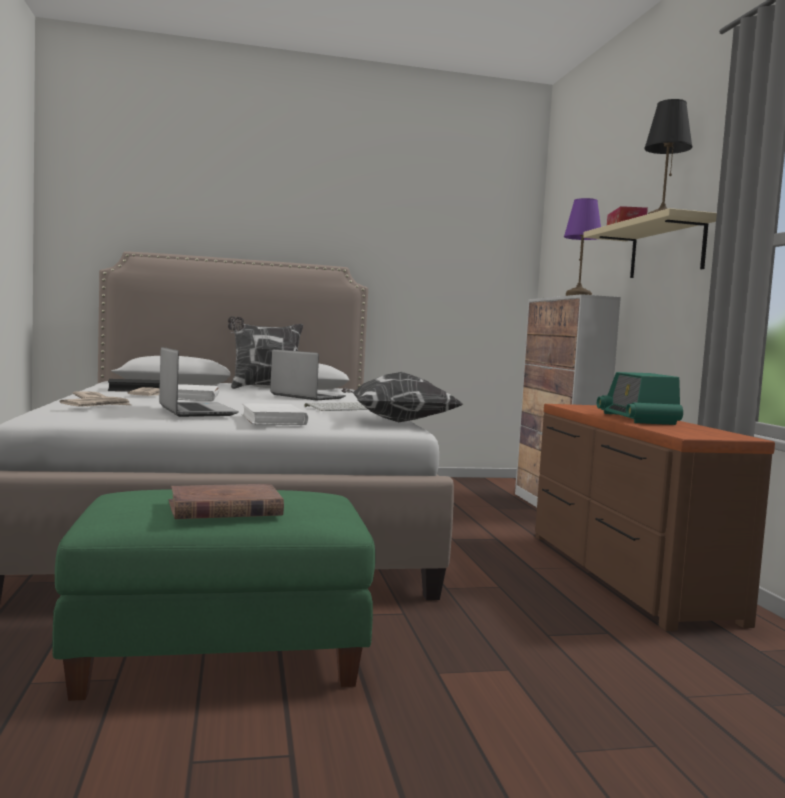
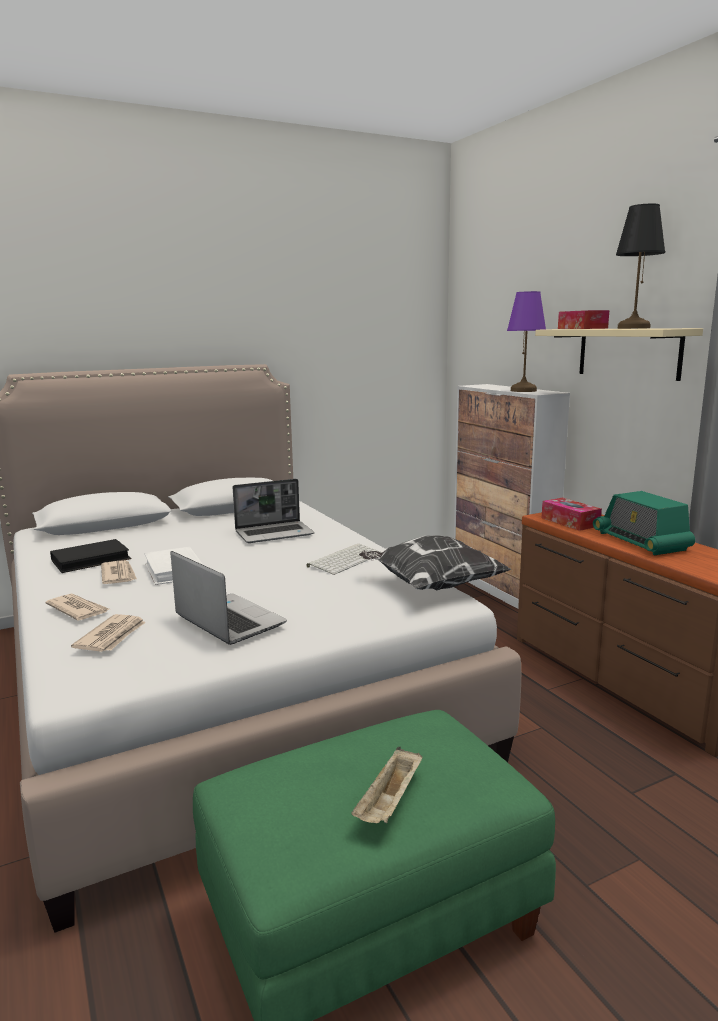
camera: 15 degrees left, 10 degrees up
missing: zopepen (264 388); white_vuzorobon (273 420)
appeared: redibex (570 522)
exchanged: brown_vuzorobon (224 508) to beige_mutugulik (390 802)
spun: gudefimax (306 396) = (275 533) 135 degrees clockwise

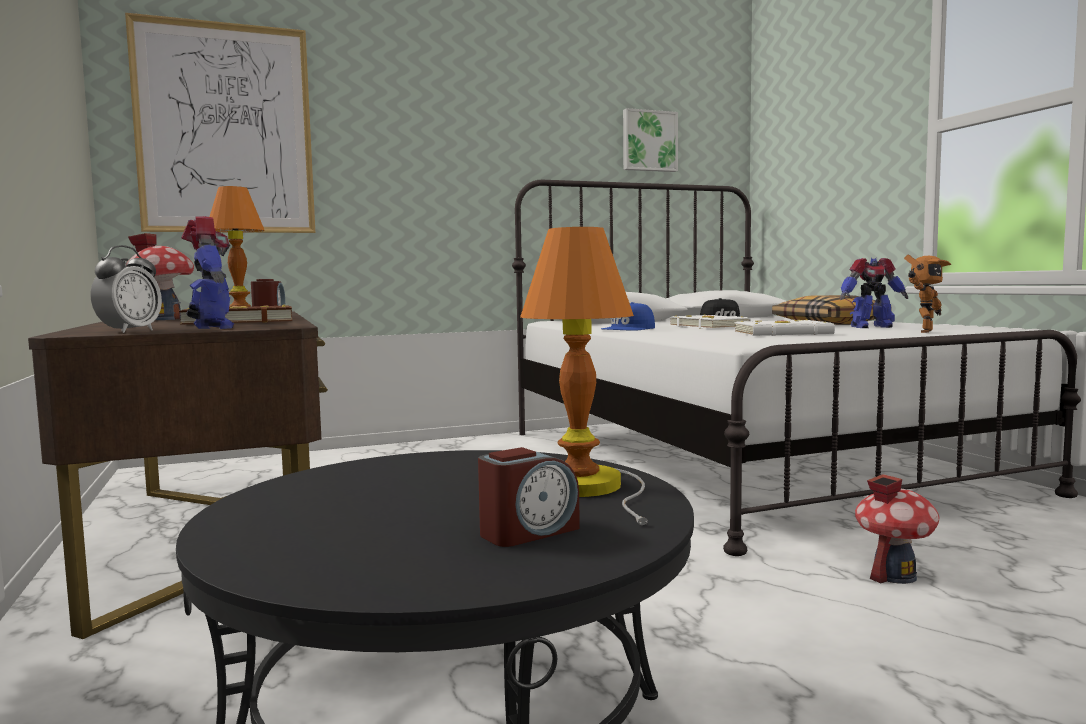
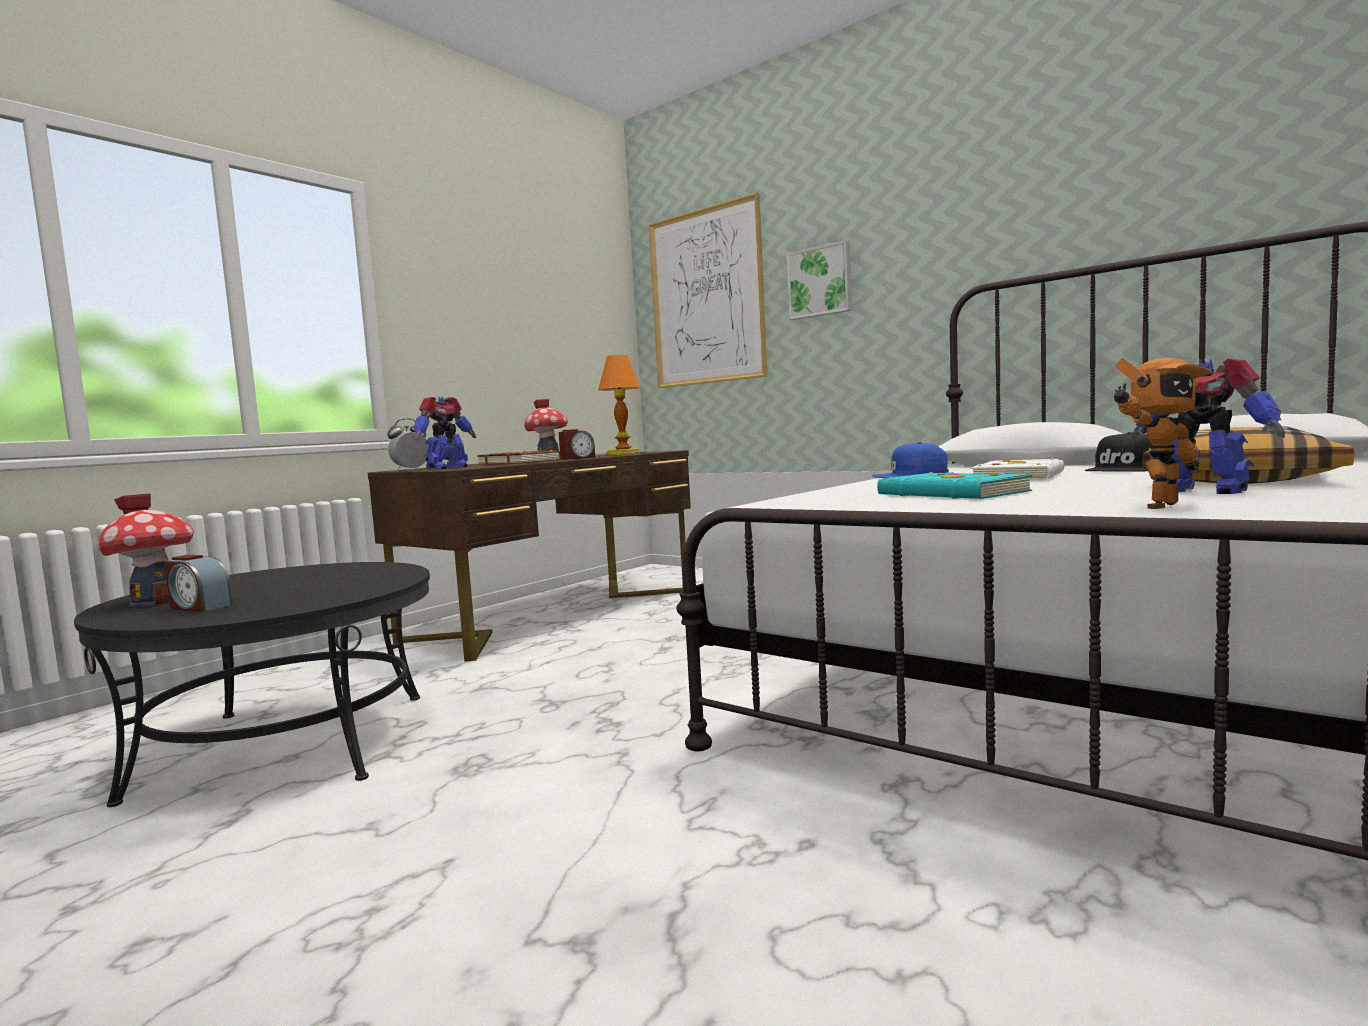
camera: 60 degrees right, 0 degrees up
missing: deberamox (587 486)
relocated: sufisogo (649 141) to (820 282); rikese (894 575) to (155 601)
colour: white_vuzorobon (783 333) to turquoise_vuzorobon (951 493)
spun: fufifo (129 331) = (410 469) 150 degrees clockwise; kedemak (922 331) = (1154 506) 45 degrees counterclockwise

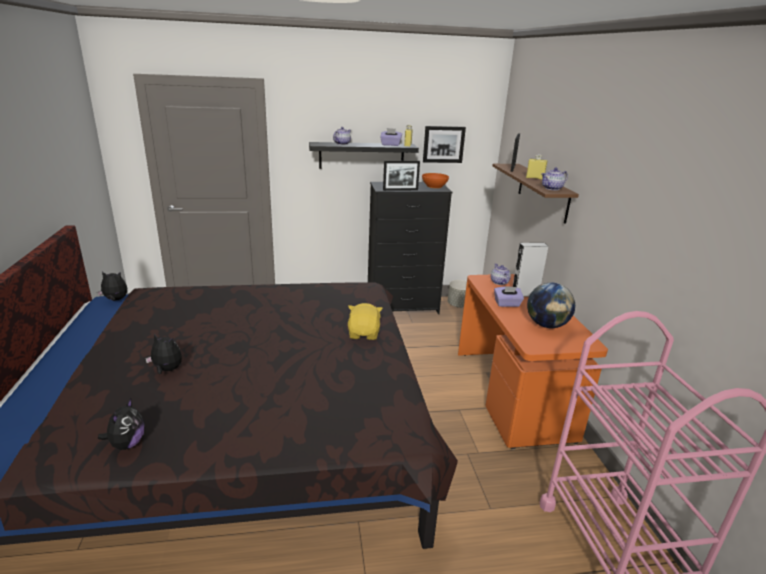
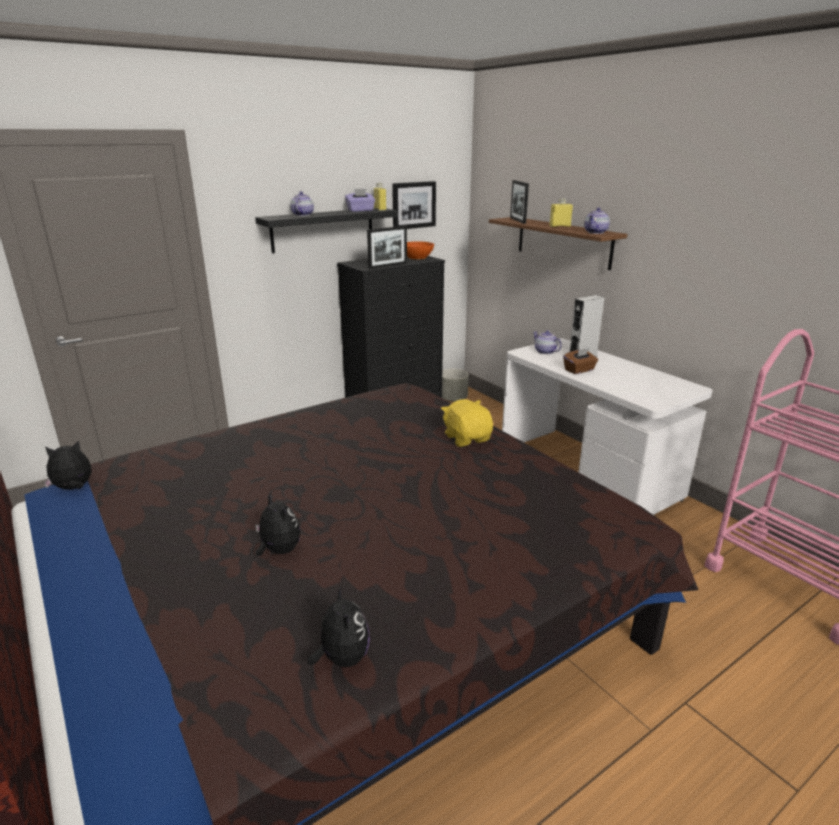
camera: 25 degrees left, 0 degrees up
missing: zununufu (546 325)
colour: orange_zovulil (513 394) to white_zovulil (588 473); purple_redibex (507 304) to brown_redibex (579 370)
spun: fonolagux (167 370) = (279 551) 60 degrees clockwise

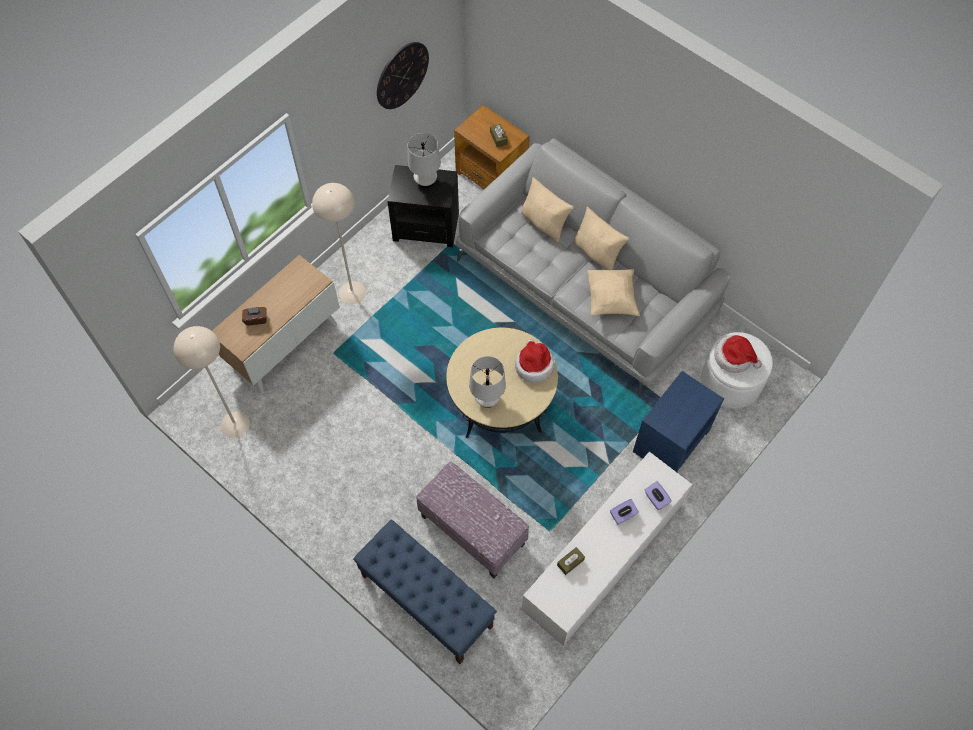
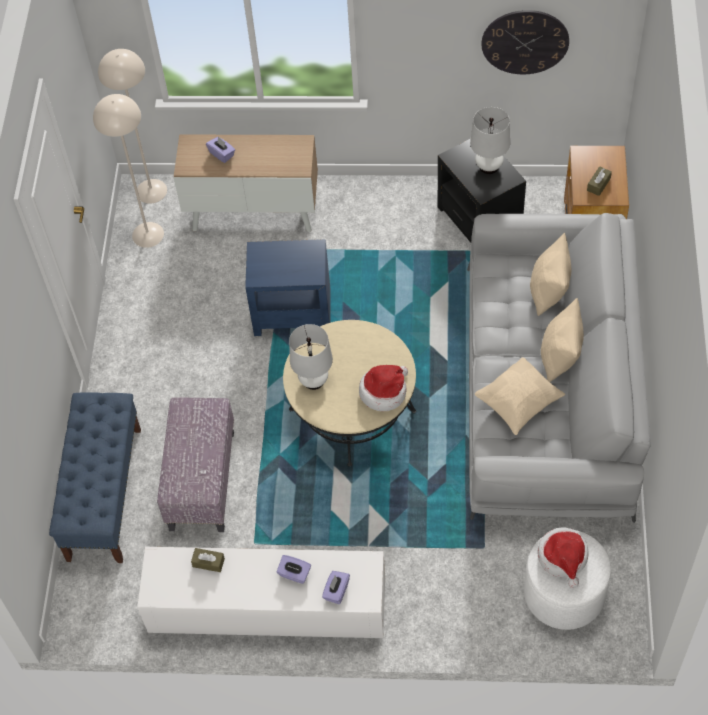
camera: 55 degrees right, 5 degrees down
relocated: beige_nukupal (352 292) to (151 190); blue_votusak (670 441) to (292 312)
colour: brown_redibex (256 319) to purple_redibex (222 154)

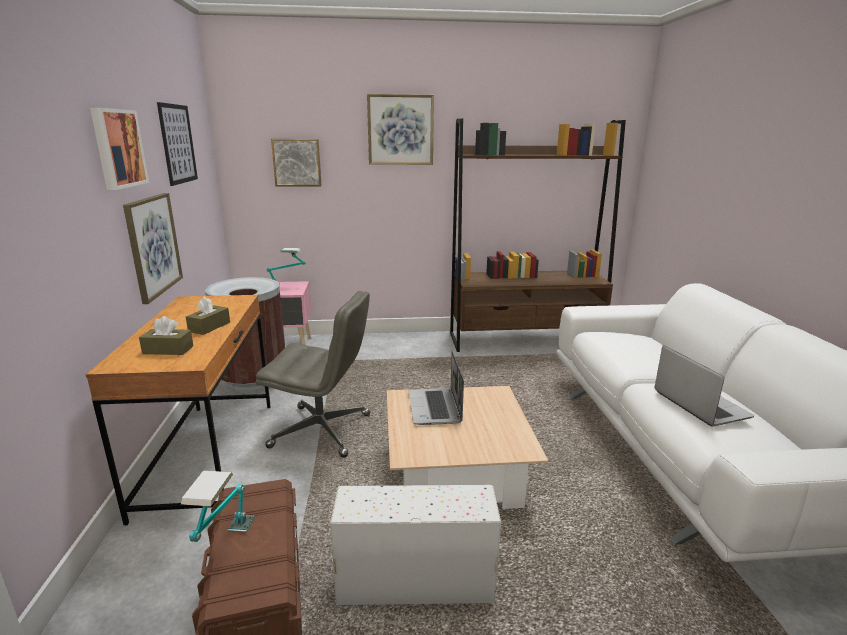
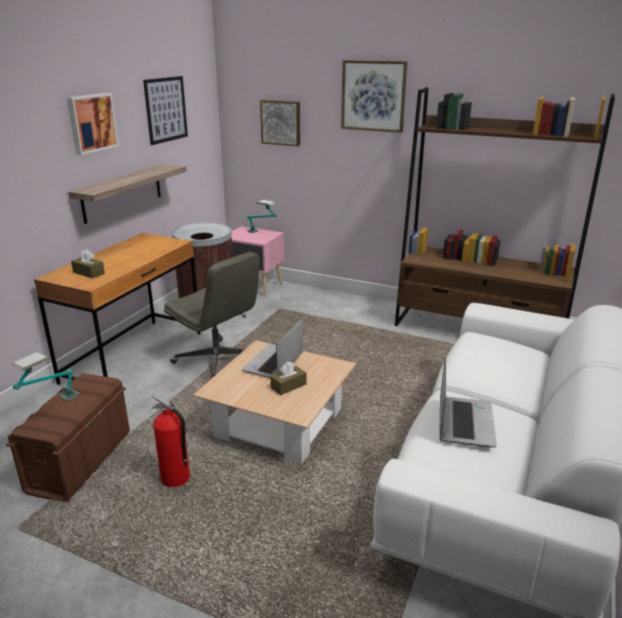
camera: 30 degrees right, 5 degrees up
relocated: brown_redibex (209 327) to (288 386)
exchanged: sufisogo (153 245) to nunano (122 192); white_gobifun (413 583) to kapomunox (175 479)

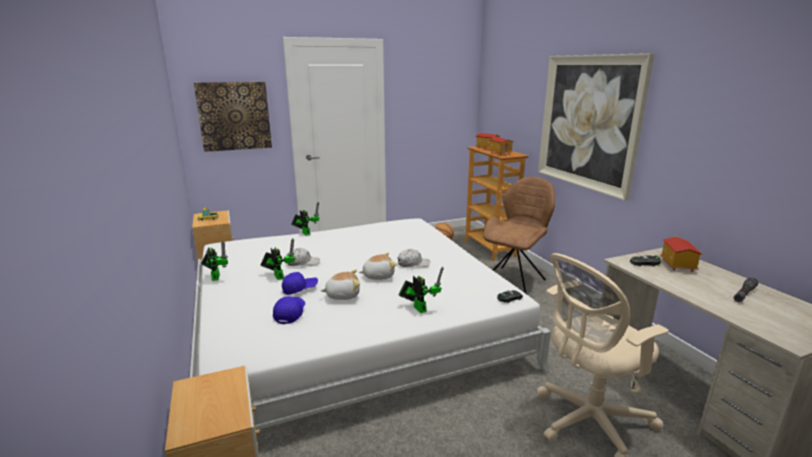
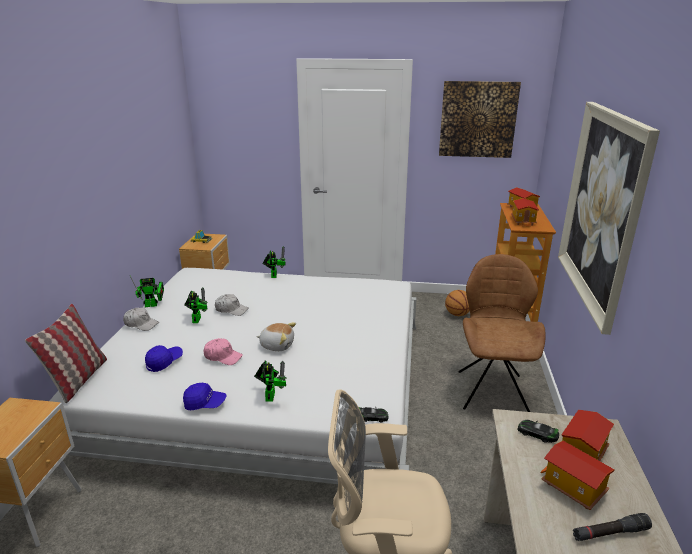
camera: 30 degrees right, 5 degrees up
appeared: zopepen (78 379); rikese (572 488)
relocated: sufisogo (234 116) to (478 119); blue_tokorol (300 289) to (205 404); white_tokorol (413 264) to (141 324)
exchanged: fonolagux (342 295) to pink_tokorol (223 357)
spun: kedemak (216 276) = (153 305) 60 degrees clockwise; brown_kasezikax (514 281) = (492 390) 60 degrees counterclockwise

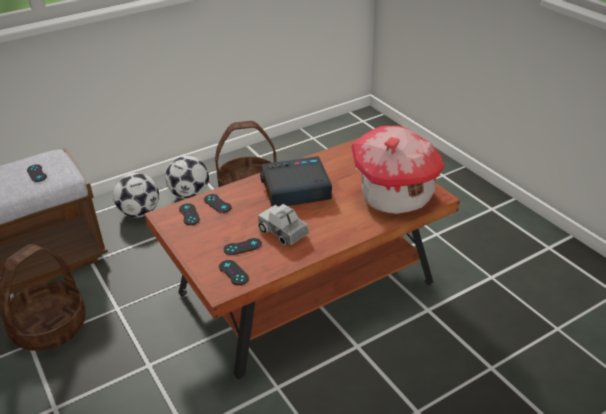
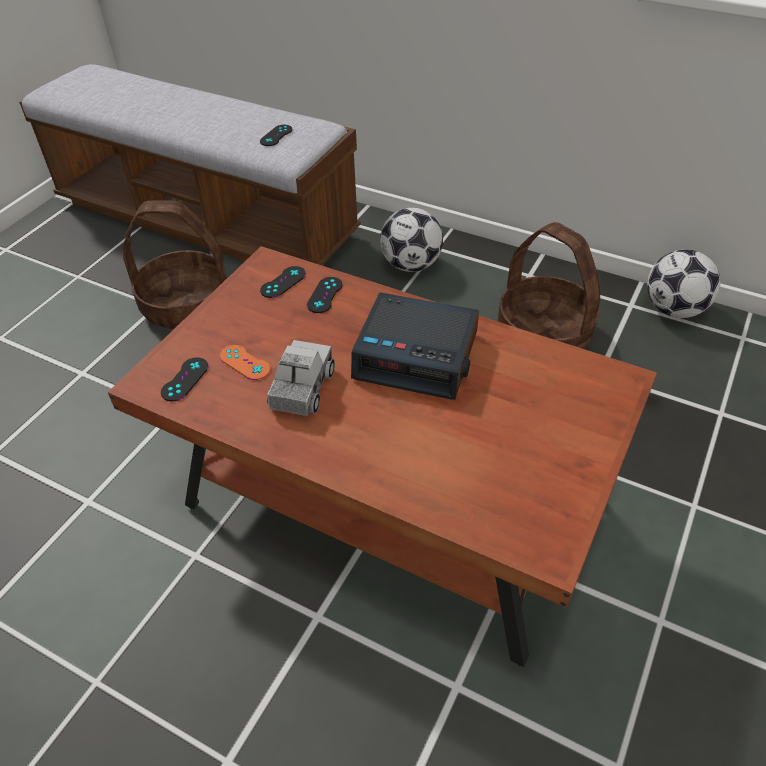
camera: 60 degrees right, 10 degrees up
missing: rikese (395 196)
relocated: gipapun (190 195) to (674 309)
colour: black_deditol (242 247) to orange_deditol (245 362)
spun: fufifo (295 189) = (417 355) 150 degrees clockwise

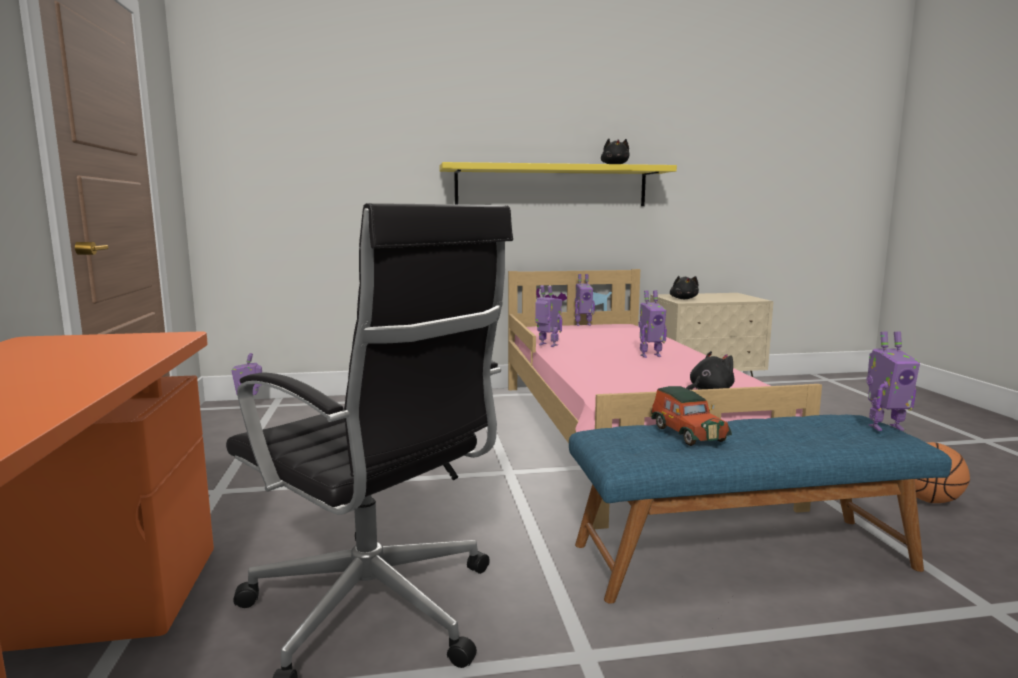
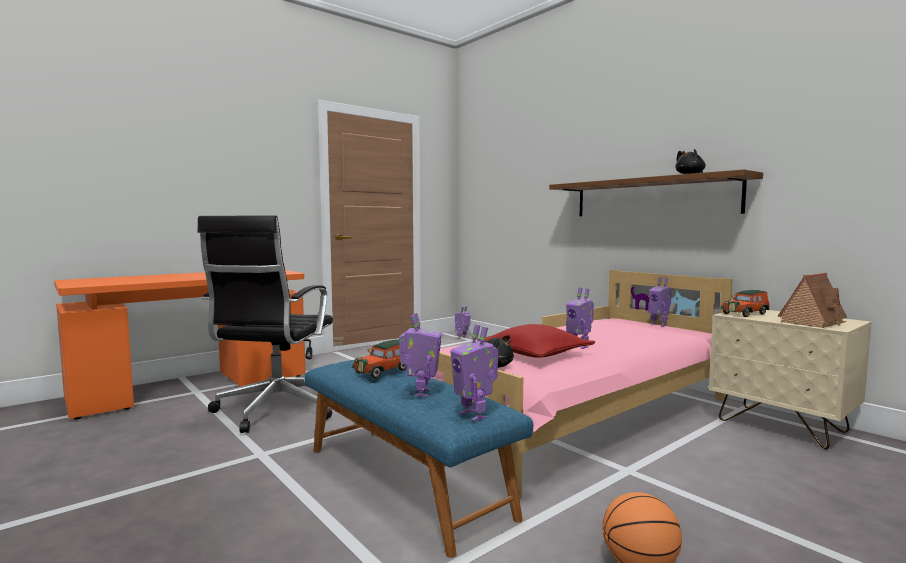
camera: 60 degrees right, 5 degrees down
appeared: red_zopepen (535 354); rikese (813 322)
relocated: kedemak (547 345) to (420 393)
exchanged: black_fonolagux (683 299) to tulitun (746 313)
colour: yellow_nunano (552 186) to brown_nunano (652 197)

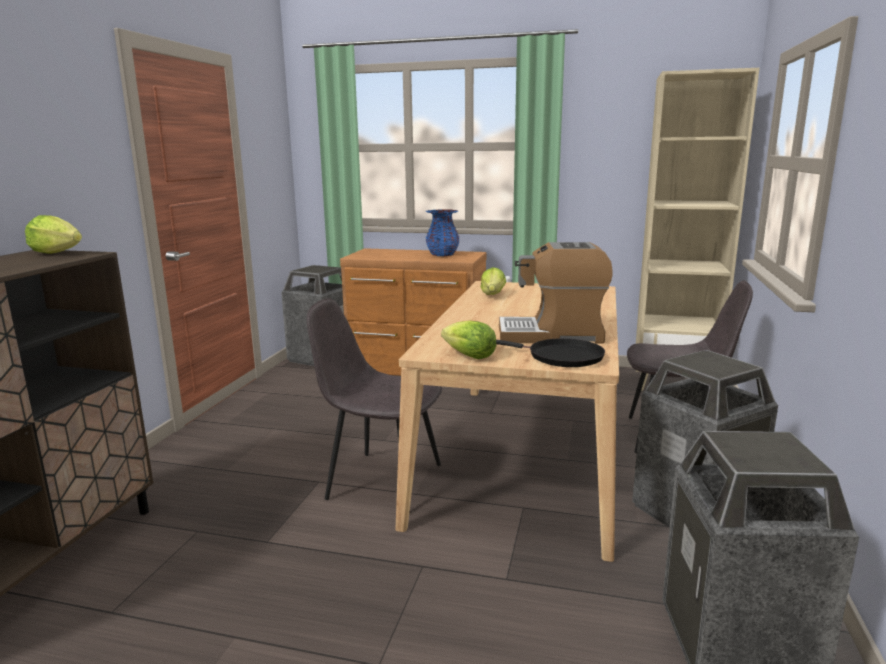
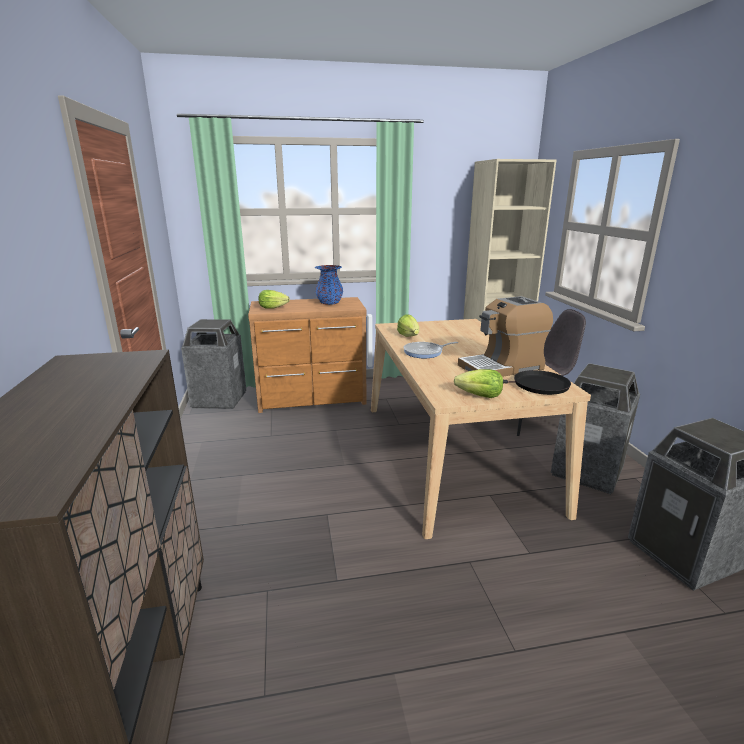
camera: 25 degrees left, 5 degrees up
missing: grey_kasezikax (382 481)
appeared: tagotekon (425 352)
relocated: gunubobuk (57 253) to (272 308)

